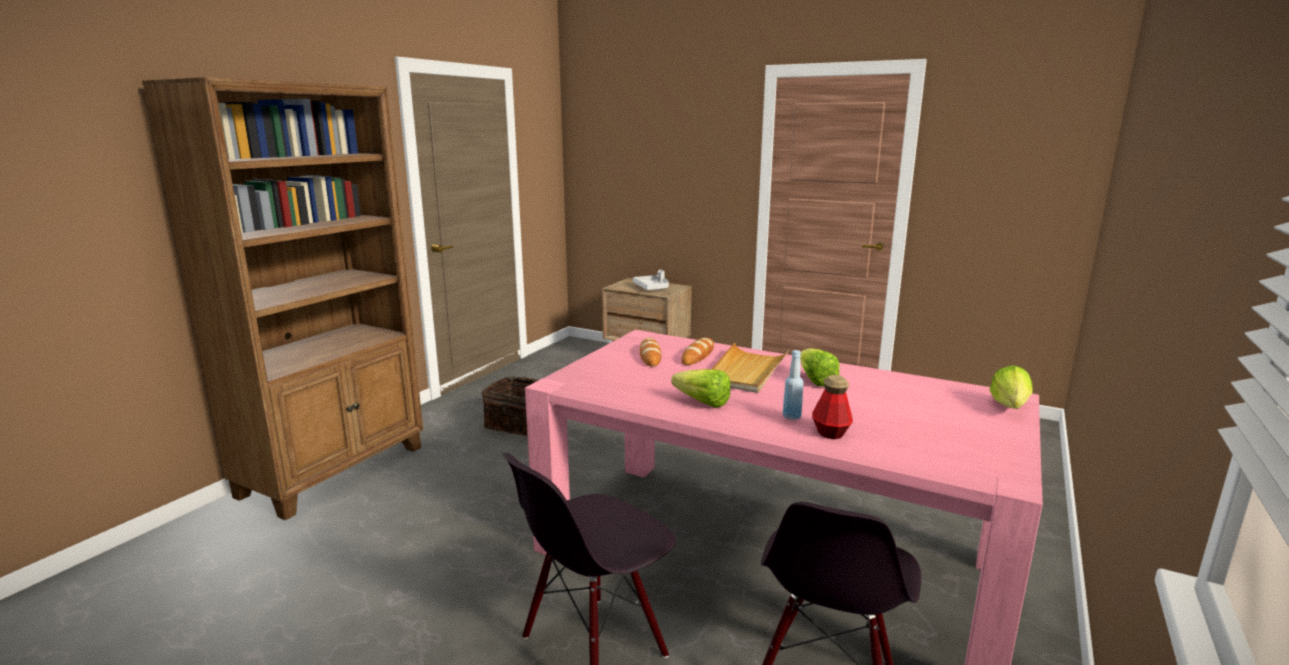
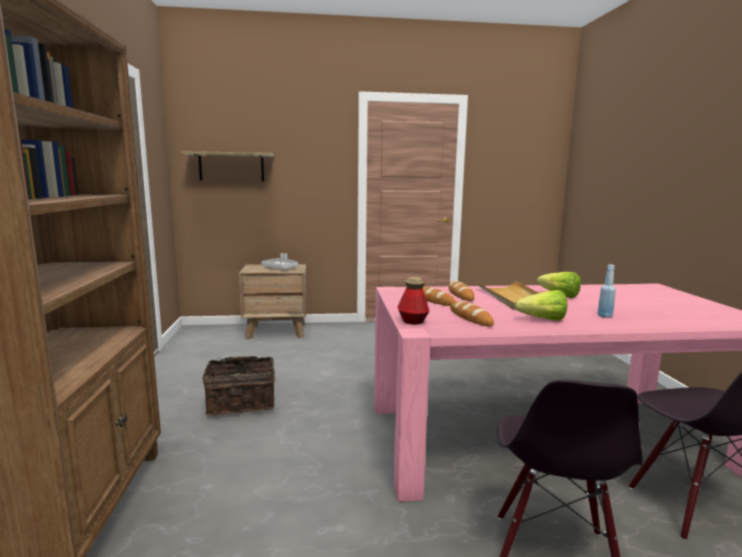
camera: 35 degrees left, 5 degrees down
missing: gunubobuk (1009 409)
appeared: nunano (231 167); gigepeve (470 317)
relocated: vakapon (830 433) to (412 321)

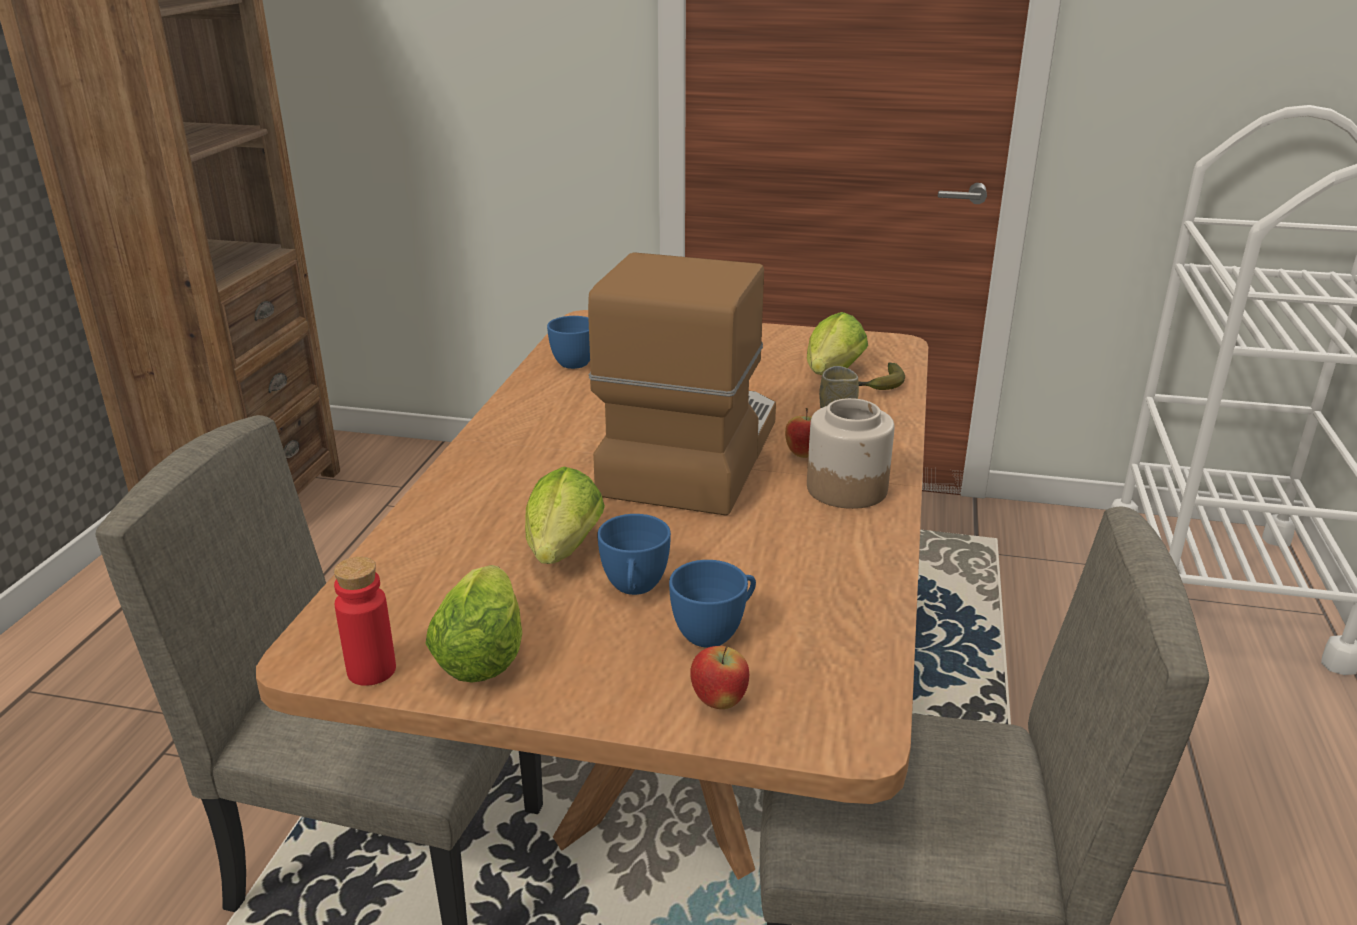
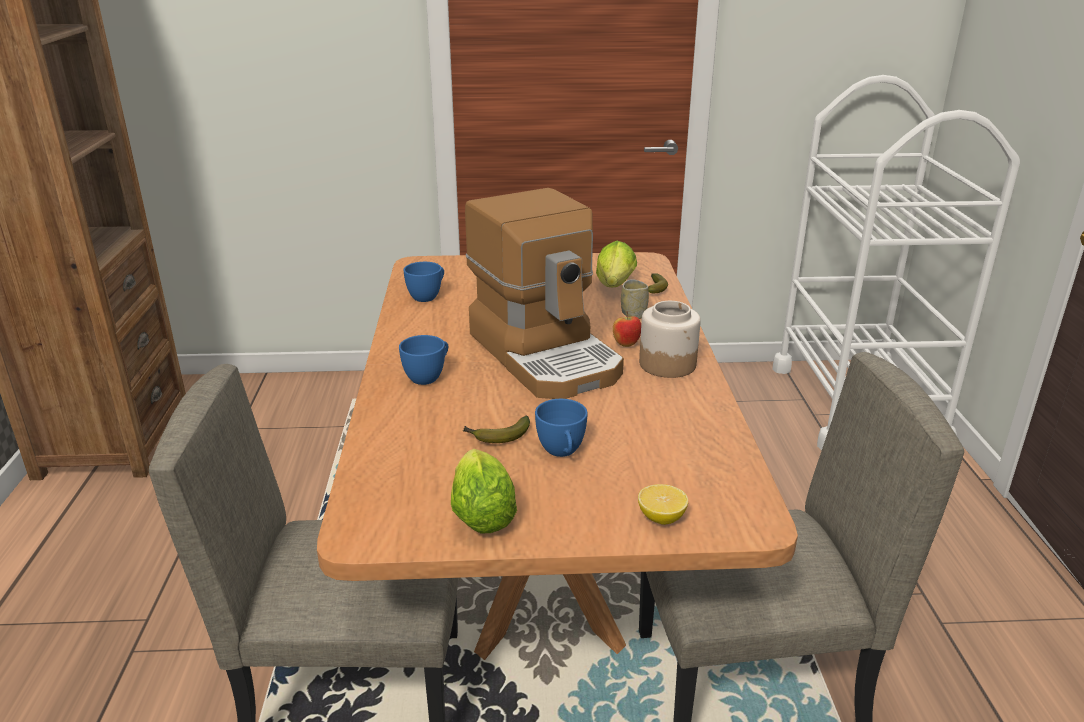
camera: 15 degrees left, 0 degrees up
missing: red_vakapon (371 670)
relocated: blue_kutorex (715 631) to (428 376)
exchanged: gunubobuk (561 554) to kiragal (497 436); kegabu (719 702) to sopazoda (661 517)
spun: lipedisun (688 455) = (547 354) 150 degrees clockwise

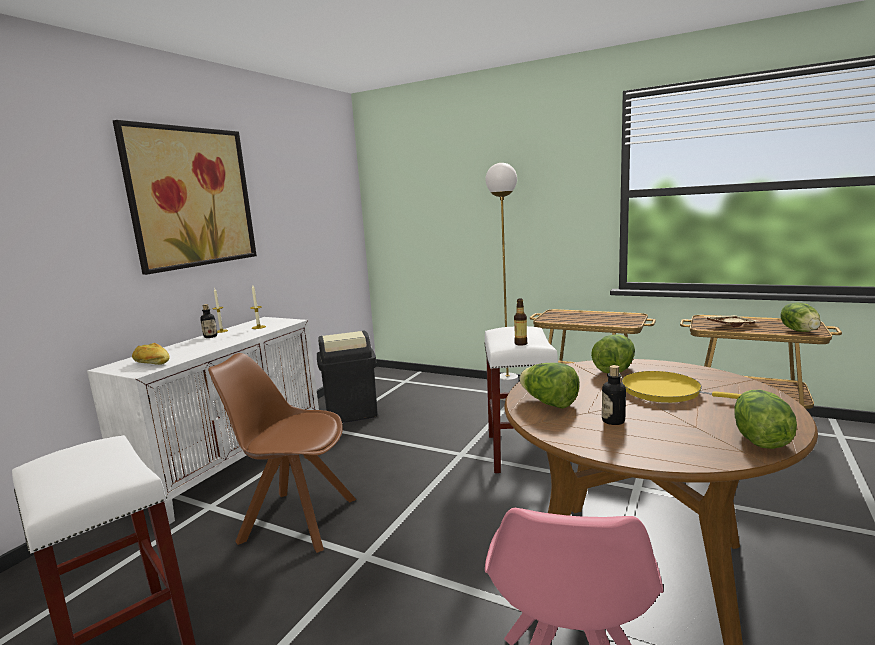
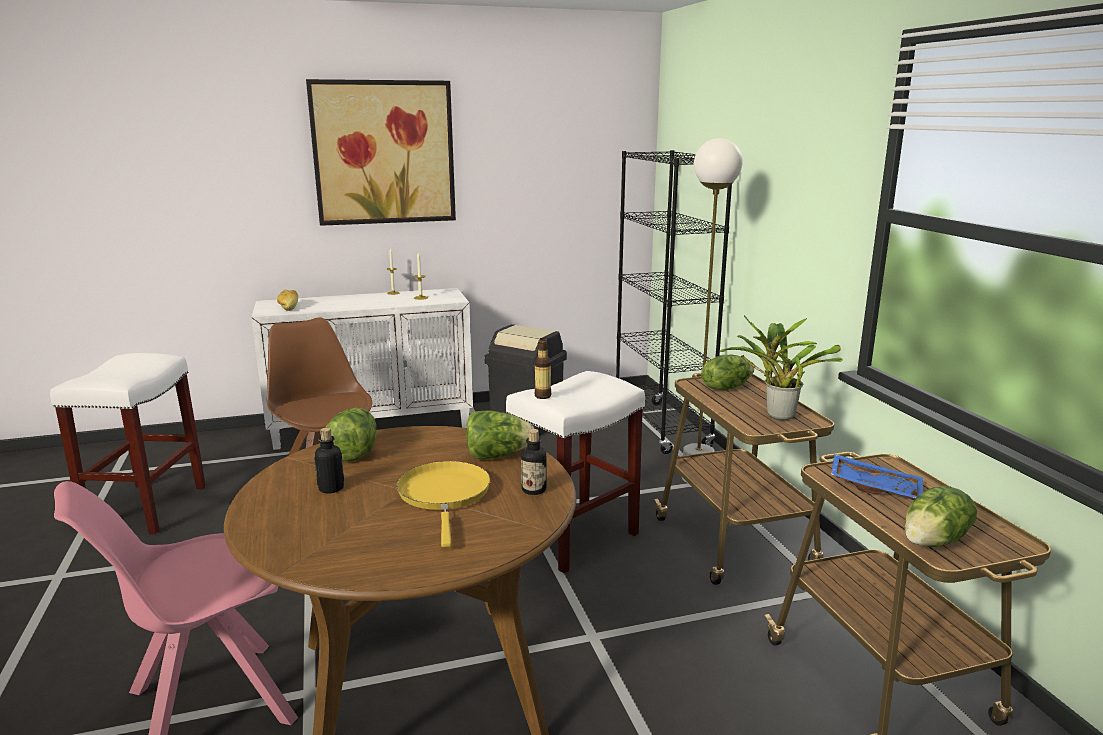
camera: 45 degrees right, 5 degrees up
appeared: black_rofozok (661 427); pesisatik (776 415)
relocated: vakapon (210 336) to (534 490); gunubobuk (758 439) to (726 387)
colour: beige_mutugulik (729 325) to blue_mutugulik (875 487)

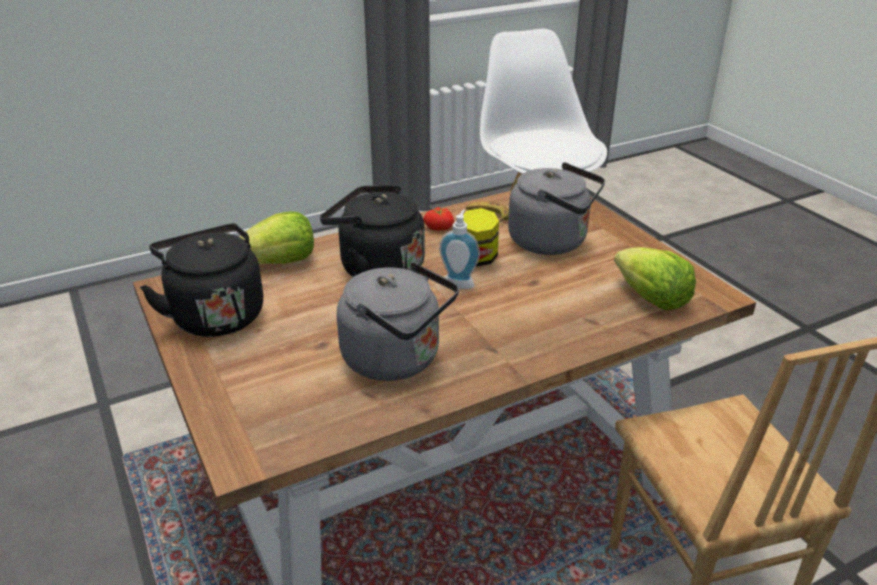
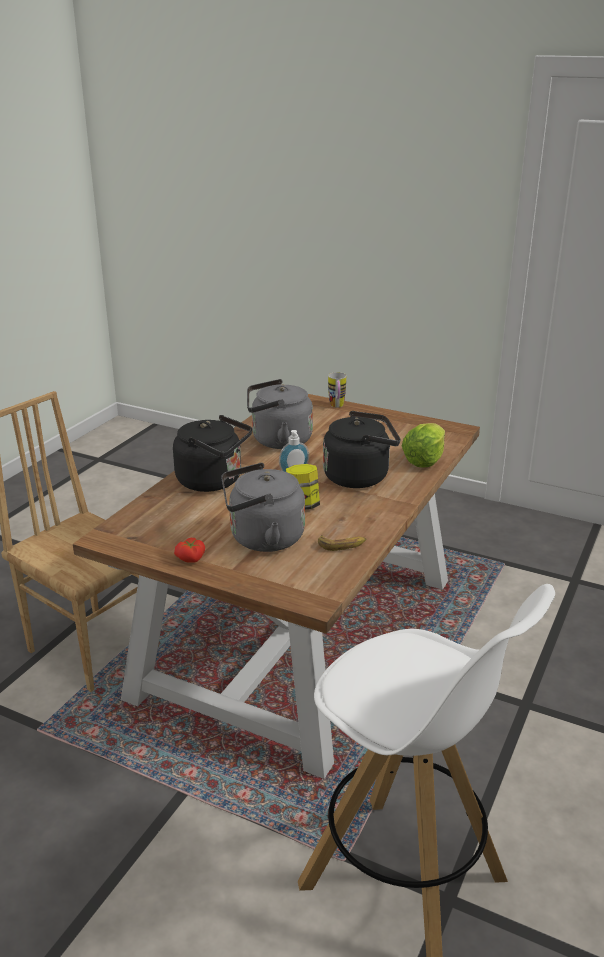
camera: 145 degrees right, 5 degrees down
missing: gunubobuk (650 298)
appeared: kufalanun (337 406)
relocated: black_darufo (215 314) to (213 481); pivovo (439 227) to (191 559)

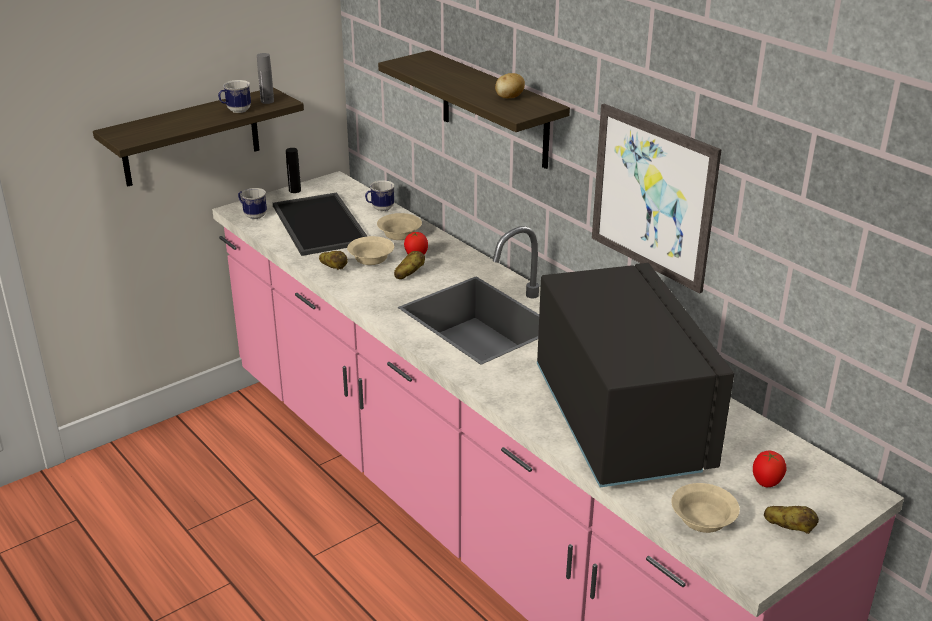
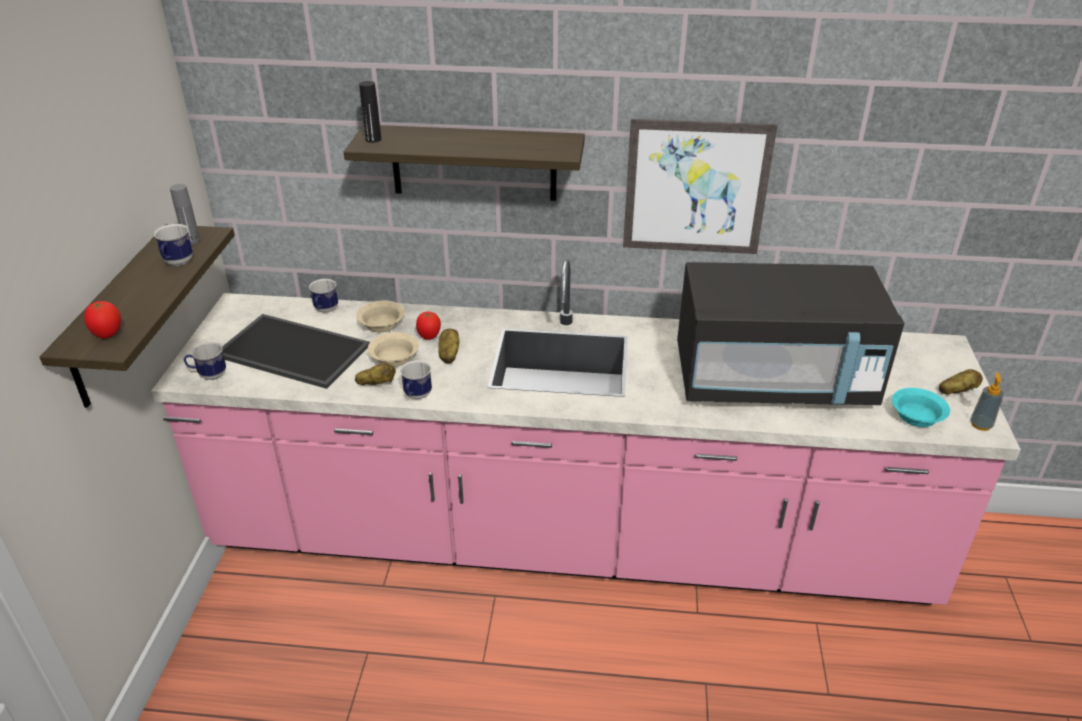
camera: 45 degrees left, 5 degrees up
missing: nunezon (509 97)
appeared: kufalanun (416 396); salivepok (981 424)
relocated: black_vakapon (295 190) to (373 139); pivovo (766 483) to (107 335)
colour: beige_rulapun (701 519) to turquoise_rulapun (916 417)
spun: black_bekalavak (621 421) = (773 381) 150 degrees clockwise

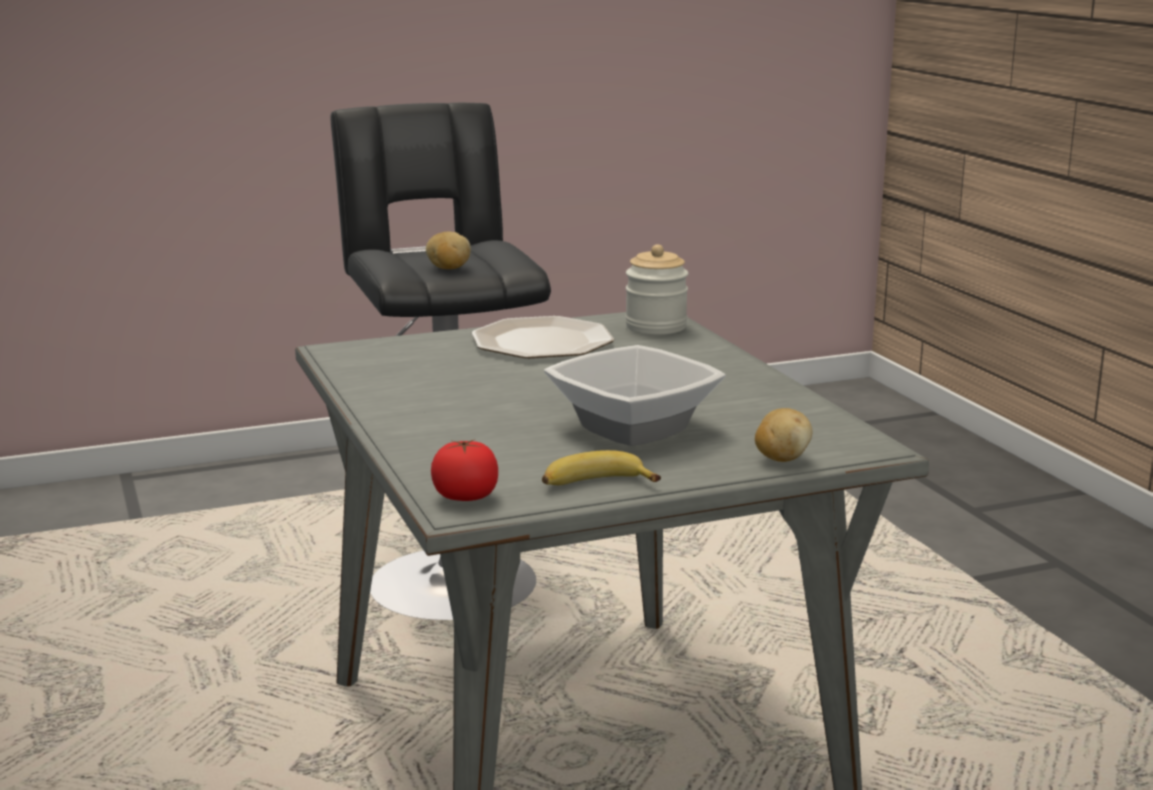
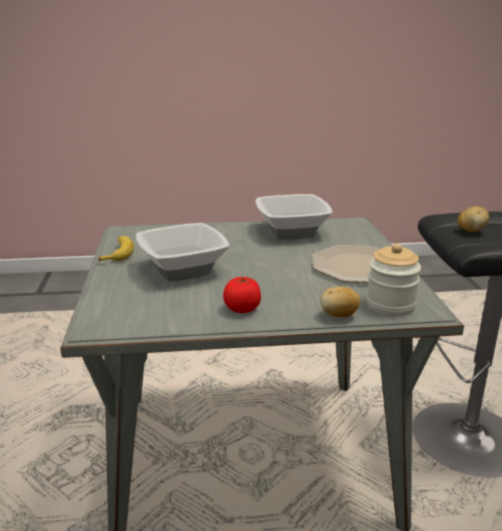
camera: 105 degrees right, 5 degrees up
appeared: rulapun (292 232)
relocated: pivovo (465 497) to (242 309); nunezon (781 459) to (339 315)

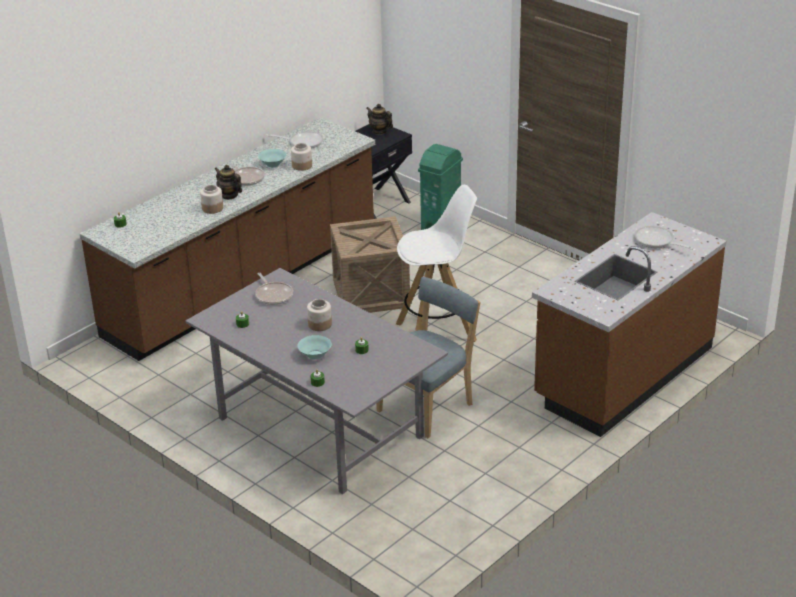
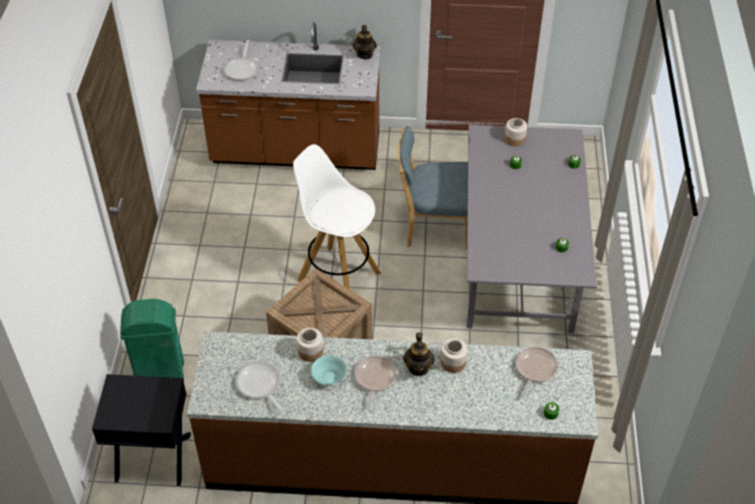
camera: 130 degrees left, 15 degrees up
missing: turquoise_rulapun (315 355)
relocated: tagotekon (273 295) to (535 369); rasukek (320 324) to (515 139); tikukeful (379 131) to (365 54)

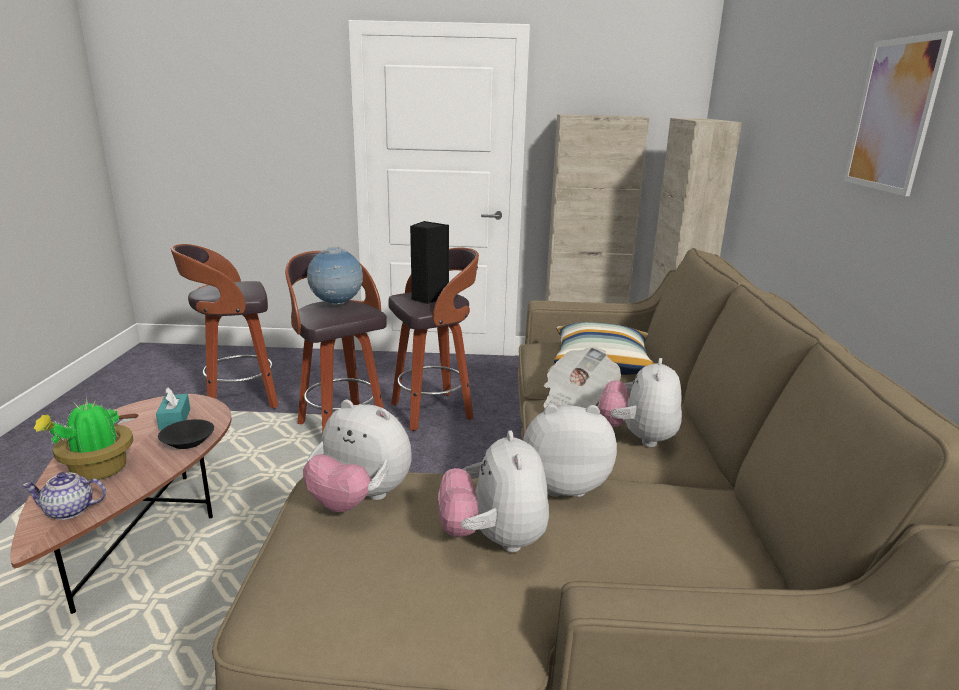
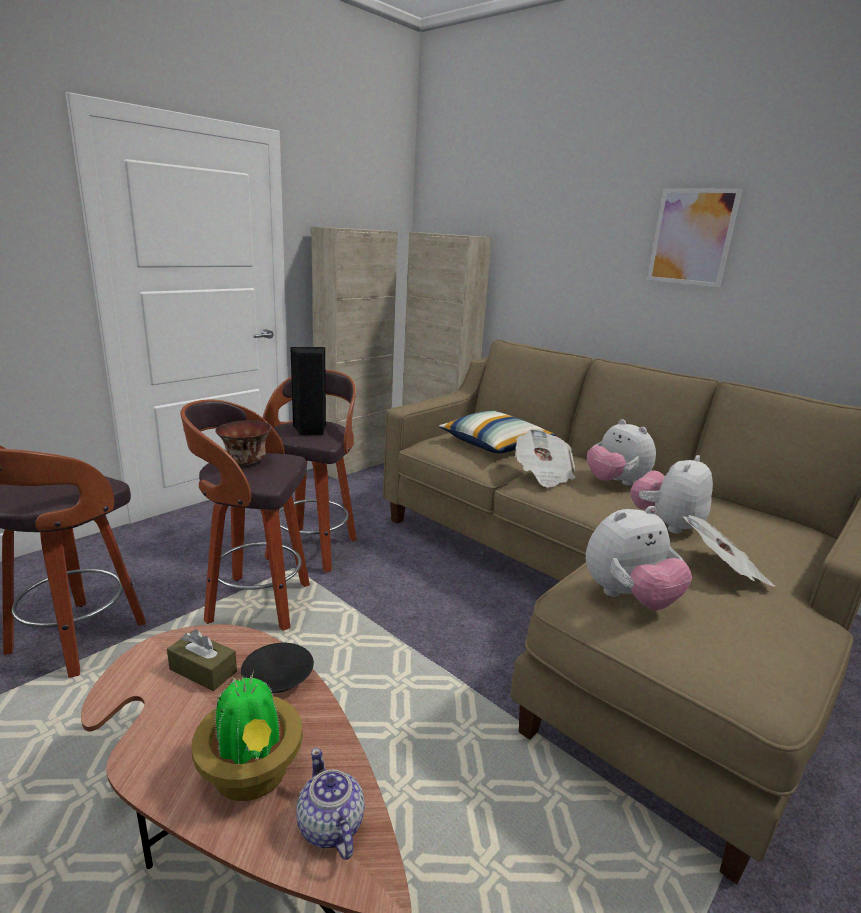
camera: 50 degrees left, 0 degrees up
exchanged: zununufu (337 305) to rulapun (246 461); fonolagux (494 539) to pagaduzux (722 571)
colour: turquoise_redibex (175 419) to brown_redibex (203 670)
spun: tikukeful (70 511) = (330 826) 120 degrees clockwise

